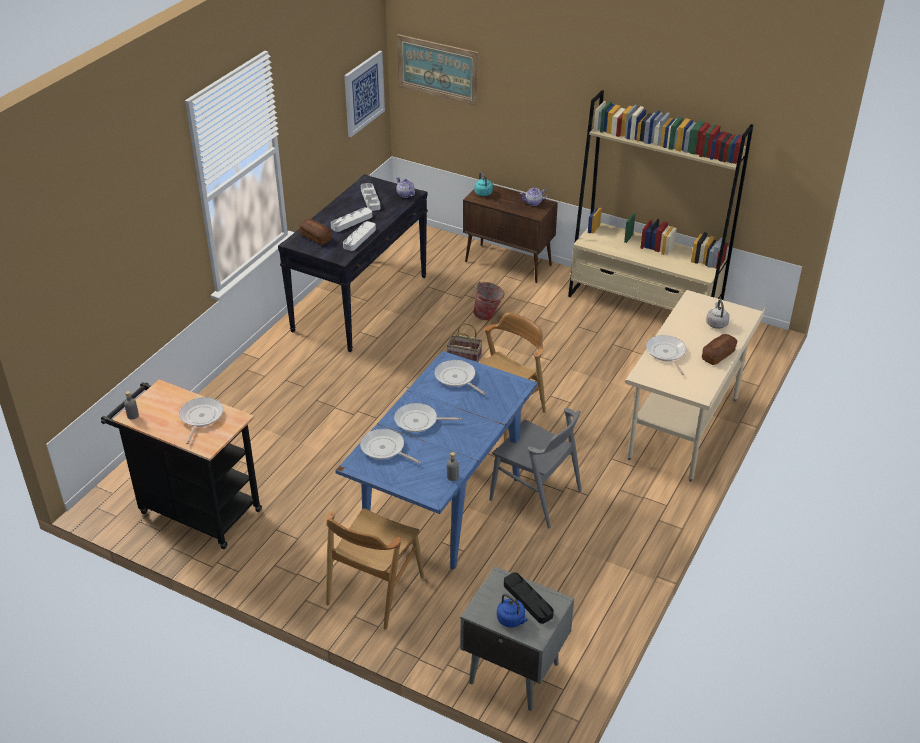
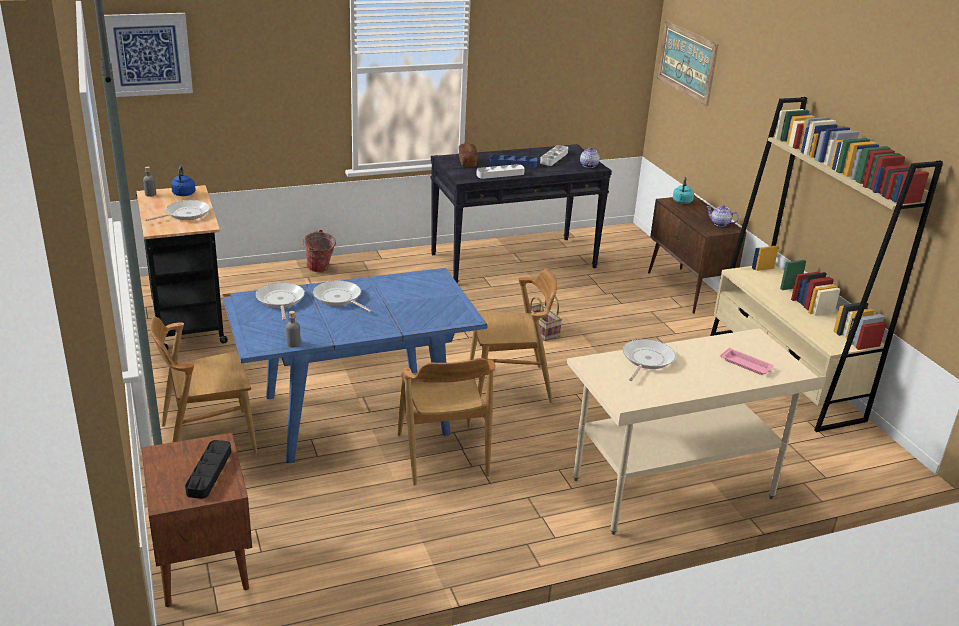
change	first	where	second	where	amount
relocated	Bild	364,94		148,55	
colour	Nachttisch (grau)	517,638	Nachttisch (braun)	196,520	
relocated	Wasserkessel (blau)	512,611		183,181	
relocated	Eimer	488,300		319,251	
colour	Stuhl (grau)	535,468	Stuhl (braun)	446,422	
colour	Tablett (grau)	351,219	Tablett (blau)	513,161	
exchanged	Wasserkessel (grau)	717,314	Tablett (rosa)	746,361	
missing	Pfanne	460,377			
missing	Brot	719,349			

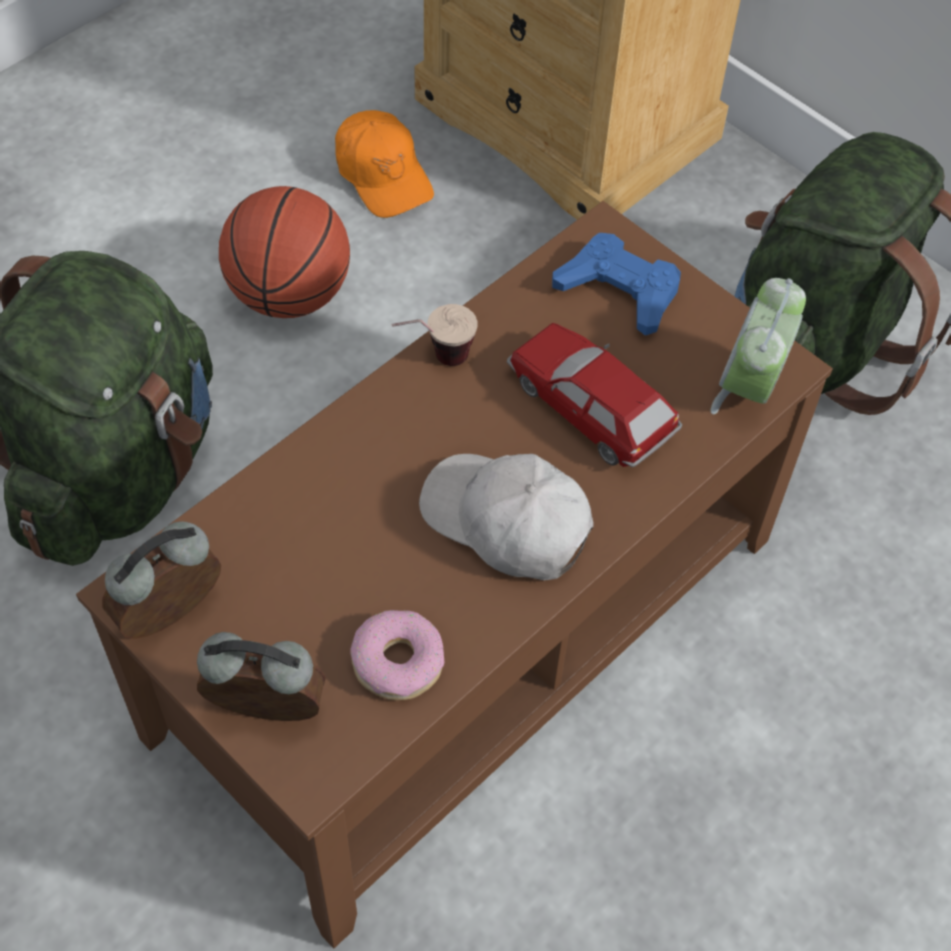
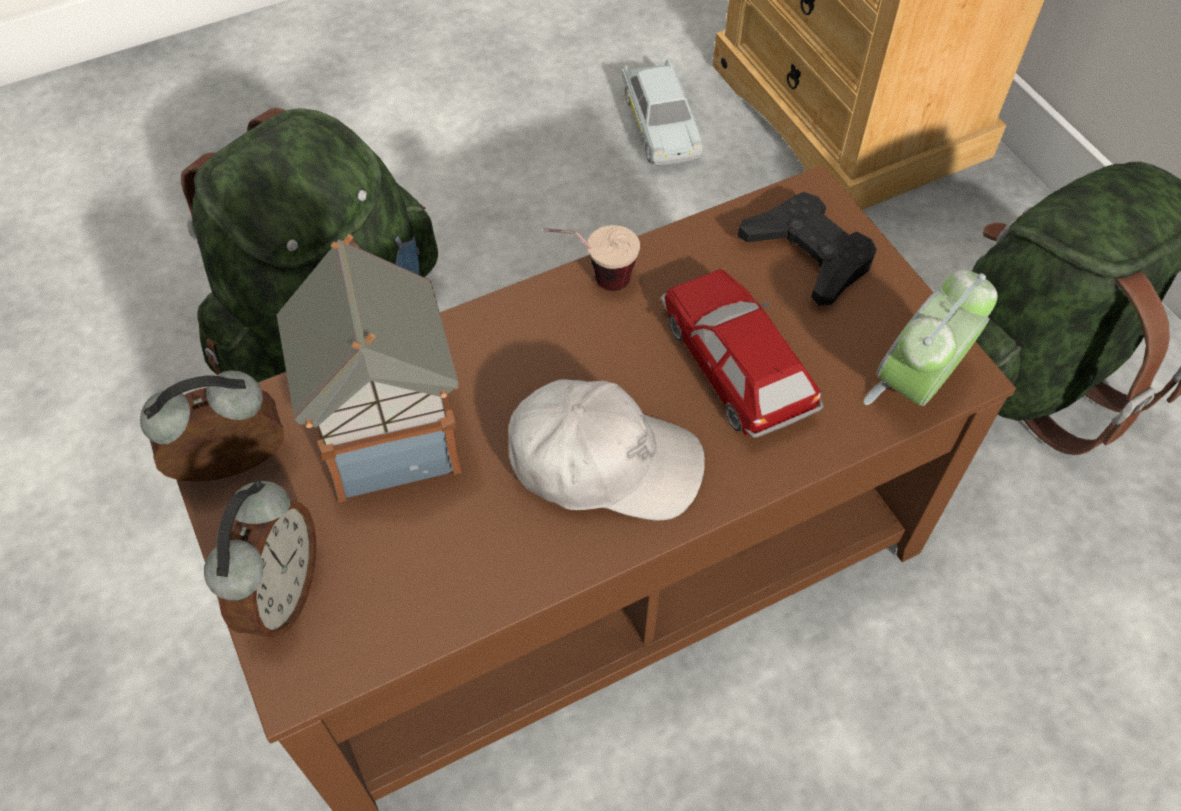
change	first	where	second	where	amount
spun	Wecker	261,676		260,558	75 degrees clockwise
appeared			Spielzeughaus	369,368	
spun	Kappe (weiß)	506,517		606,449	135 degrees clockwise
exchanged	Kappe (orange)	384,164	Spielzeugauto (weiß)	662,112	
colour	Gamepad (blau)	616,284	Gamepad (schwarz)	807,249	
missing	Basketball	284,252			
missing	Donut	397,655			

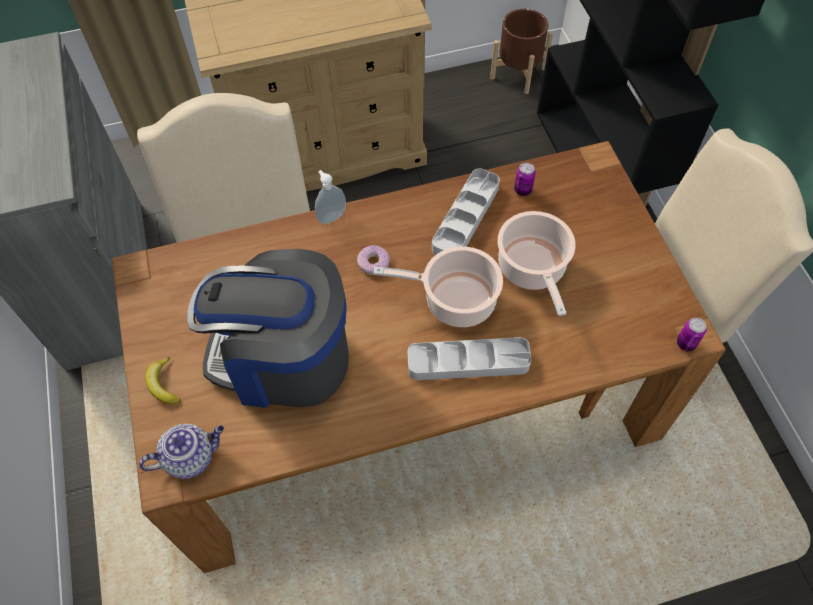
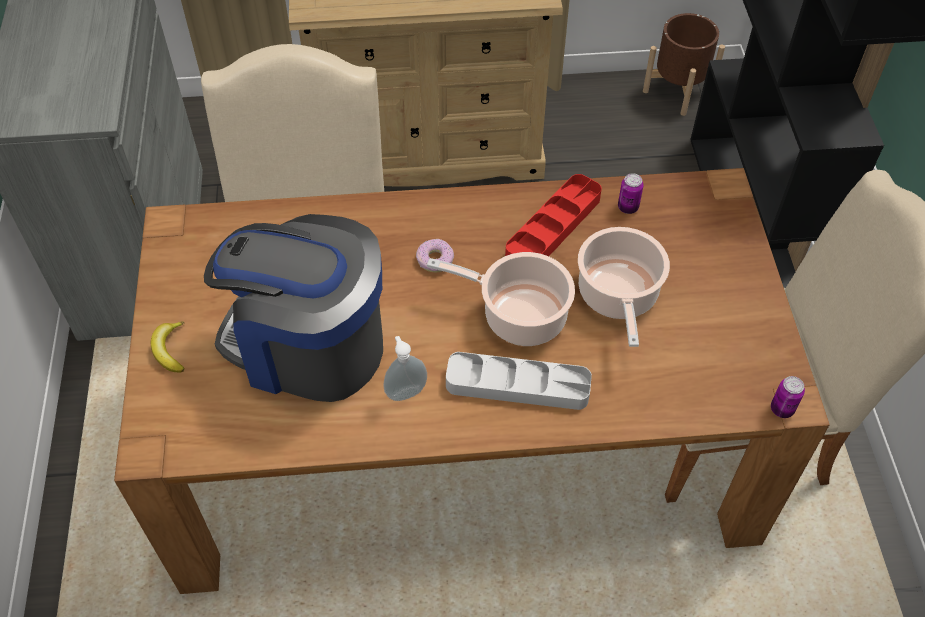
change	first	where	second	where	amount
relocated	Seifenspender	330,197		405,368	
colour	Tablett (grau)	466,211	Tablett (rot)	553,215	
missing	Teekanne	181,451			

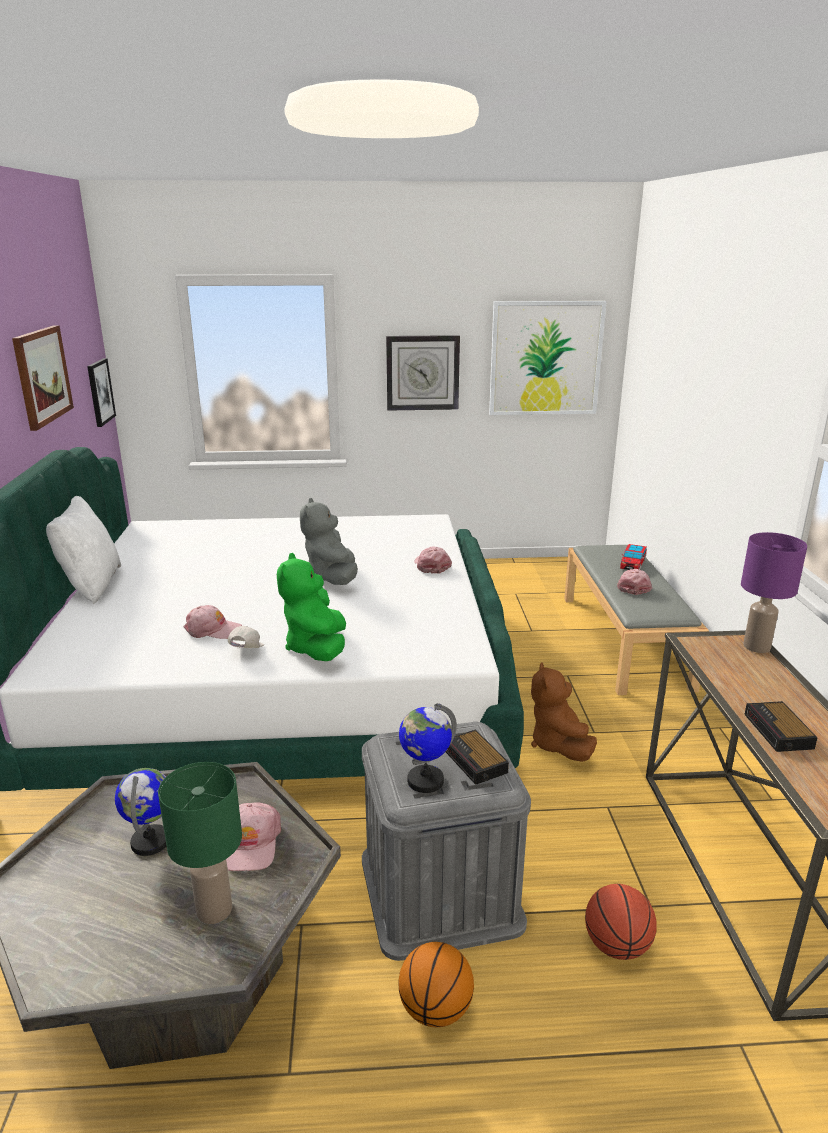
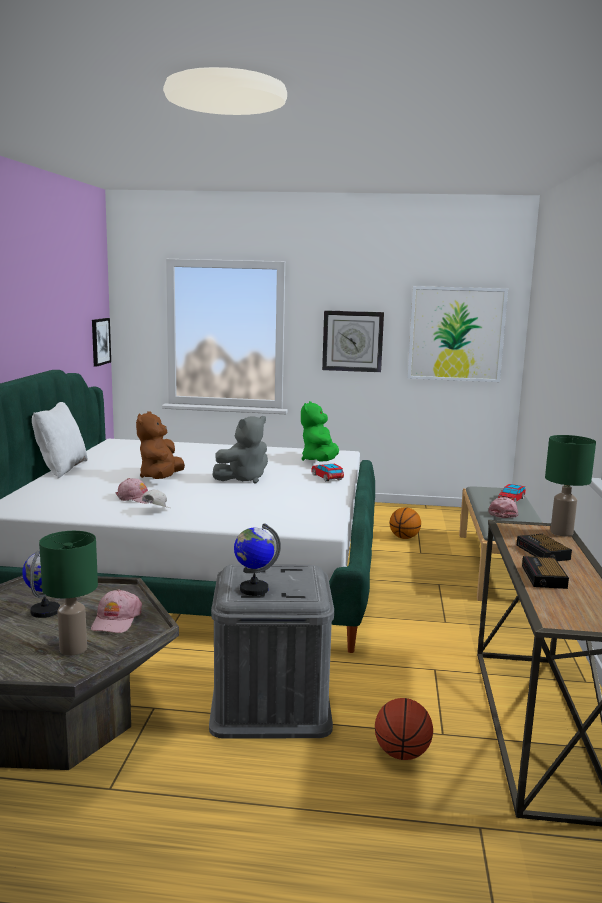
change	first	where	second	where	amount
relocated	Plüschtier (braun)	564,712		160,445	
spun	Plüschtier (grau)	329,541		240,450	135 degrees counterclockwise
relocated	Plüschtier (grün)	311,607		320,431	
exchanged	Kappe (rosa)	433,560	Spielzeugauto	327,472	
relocated	Basketball	436,985		405,523	
relocated	Wecker	477,757		544,547	
colour	Tischlampe (lila)	774,592	Tischlampe (grün)	570,485	
missing	Bild	43,378			

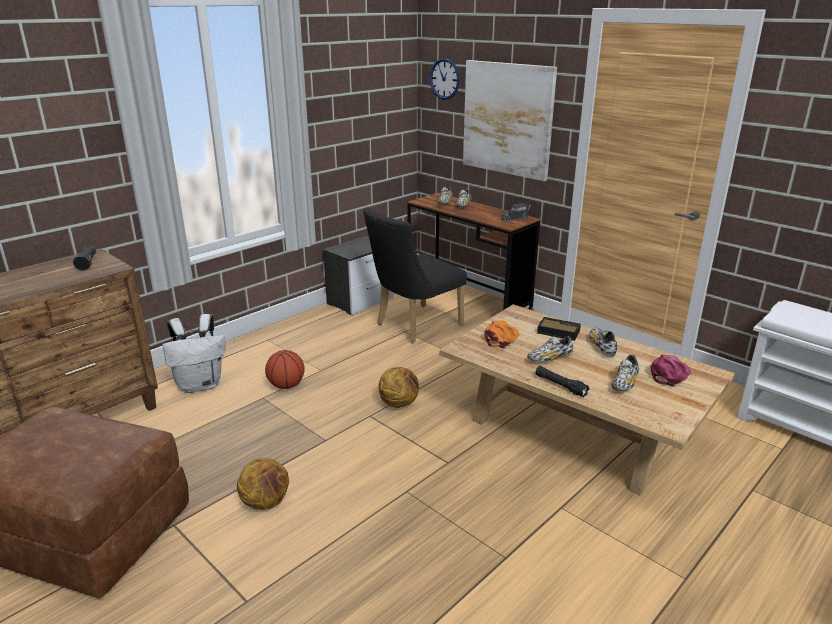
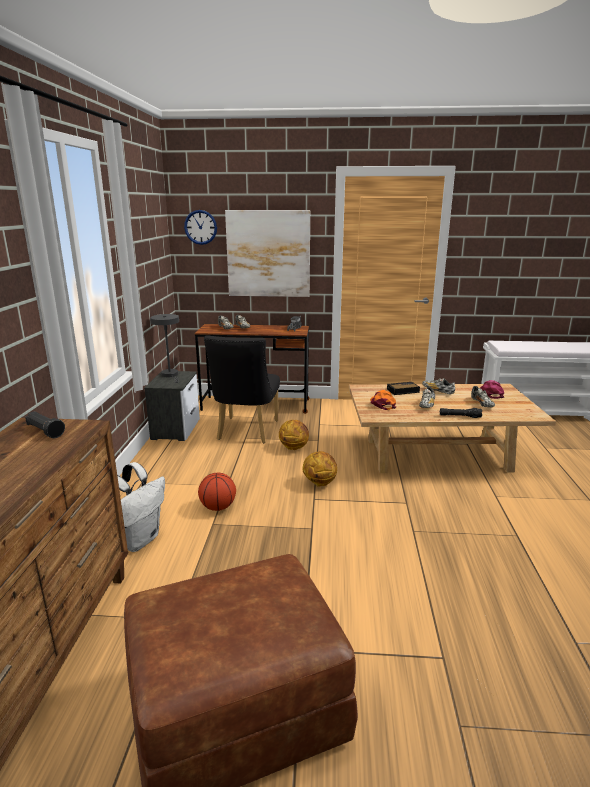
change	first	where	second	where	amount
appeared			Tischlampe (grau)	164,348	
relocated	Basketball	263,484		294,435	

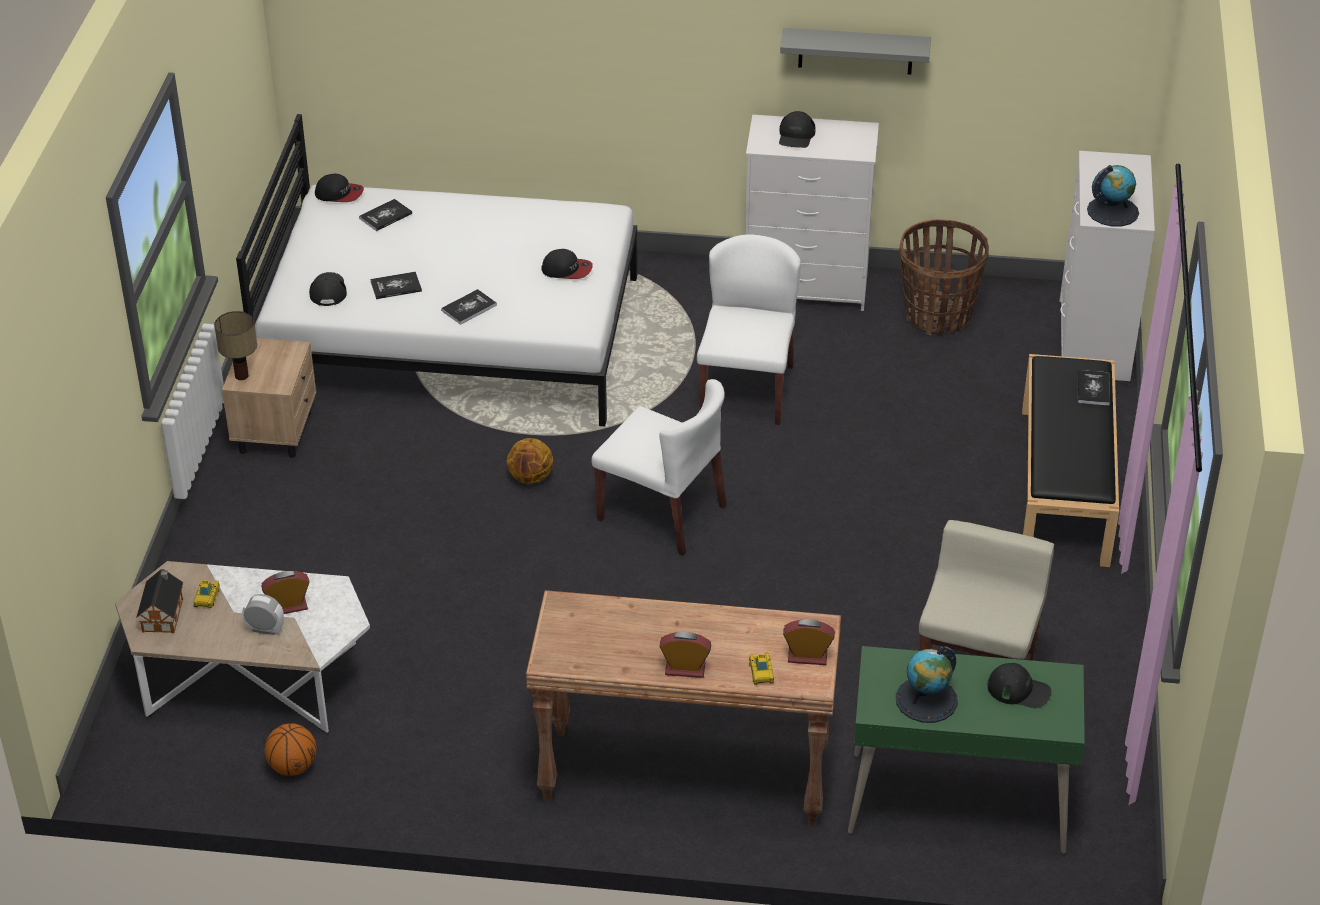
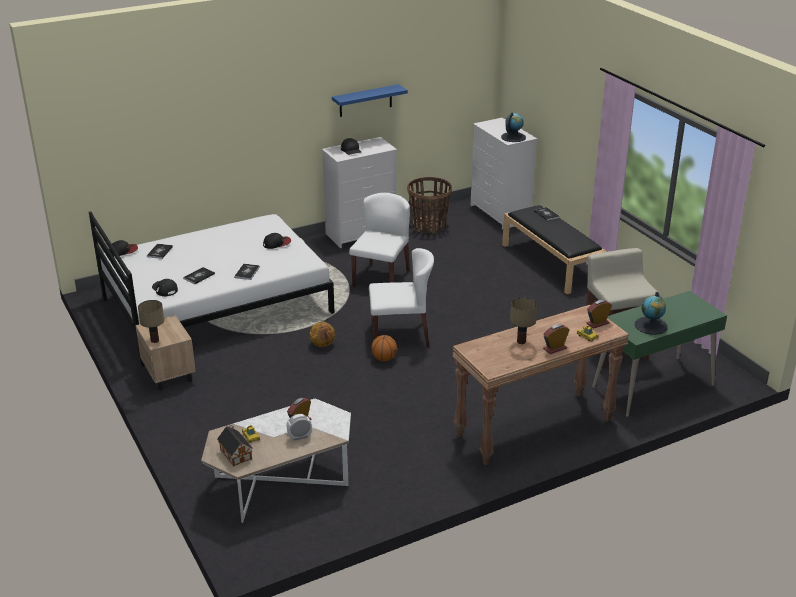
change	first	where	second	where	amount
colour	Wandregal (grau)	855,51	Wandregal (blau)	370,100	
spun	Stuhl (weiß)	749,329		379,240	45 degrees clockwise
relocated	Basketball	290,750		384,348	
appeared			Tischlampe	523,320	
missing	Kappe (schwarz)	1019,685			

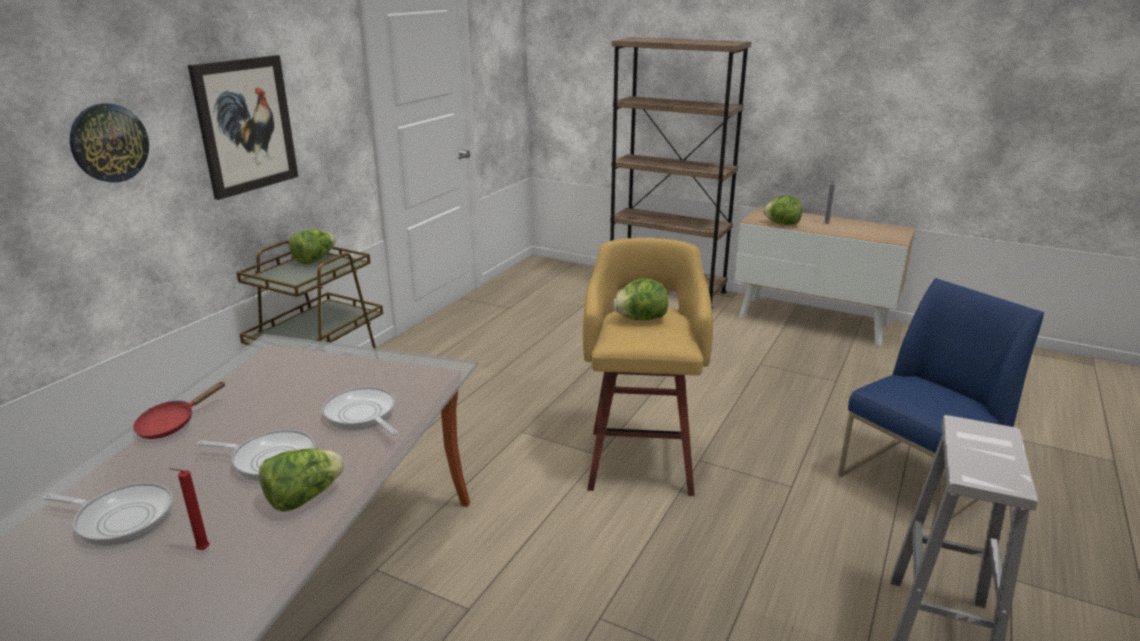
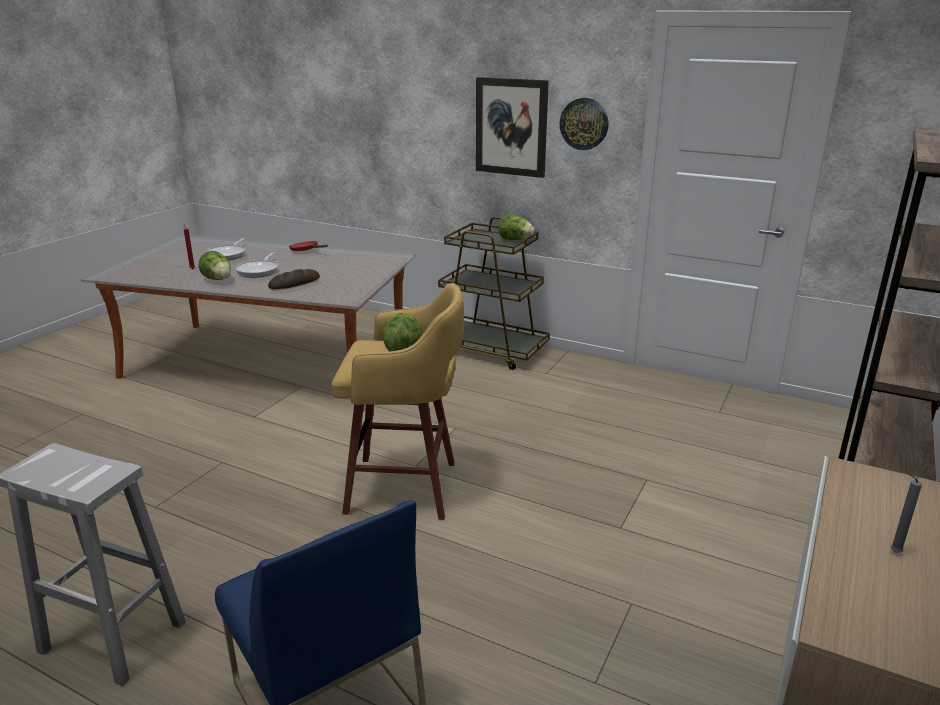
change	first	where	second	where	amount
exchanged	Pfanne	360,411	Brot	294,279	
relocated	Wanduhr	109,143		584,124	
missing	Salatkopf	783,210			

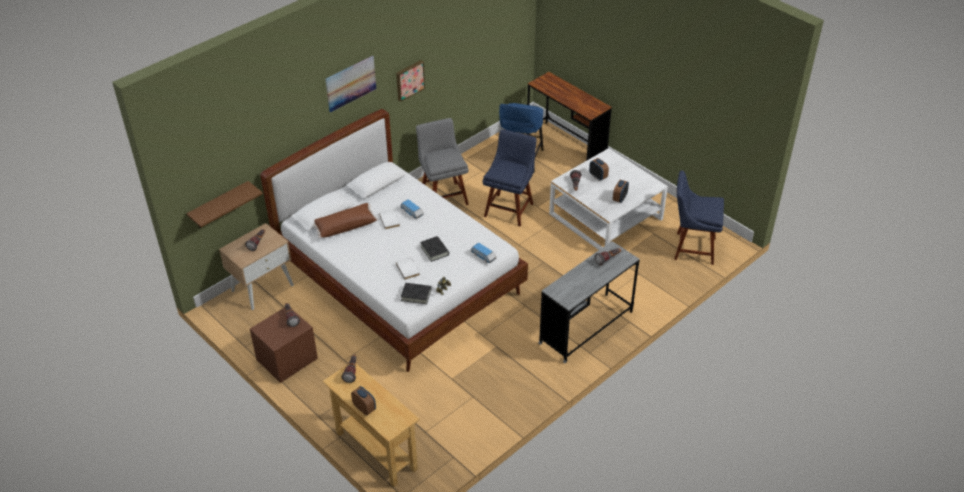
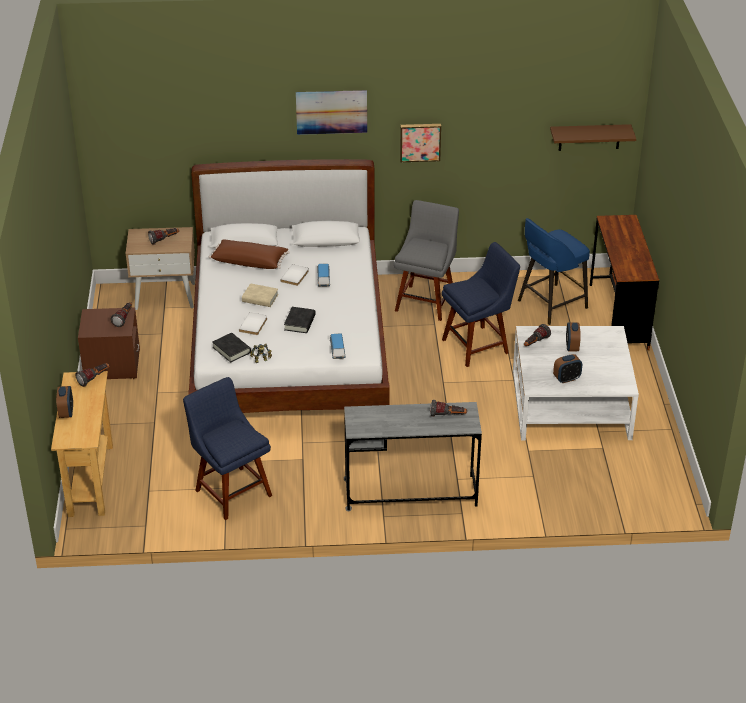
change	first	where	second	where	amount
relocated	Stuhl (blau)	699,218		227,448	
appeared			Buch (beige)	260,295	
relocated	Wandregal (braun)	225,204		593,137	

